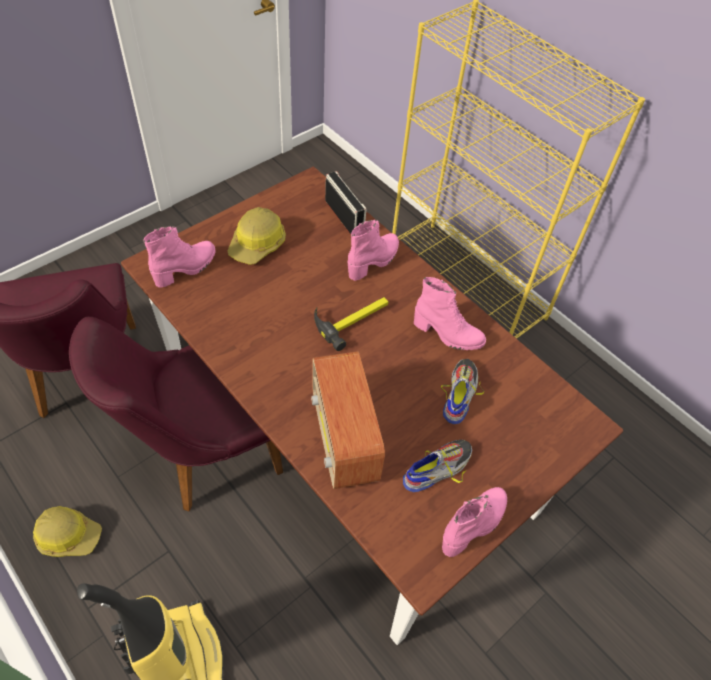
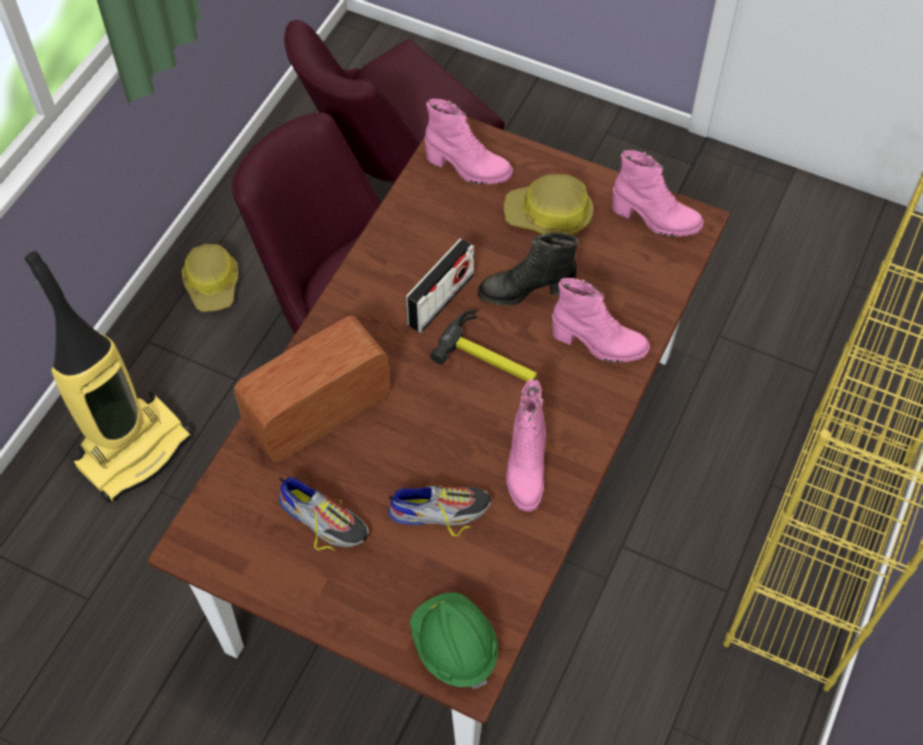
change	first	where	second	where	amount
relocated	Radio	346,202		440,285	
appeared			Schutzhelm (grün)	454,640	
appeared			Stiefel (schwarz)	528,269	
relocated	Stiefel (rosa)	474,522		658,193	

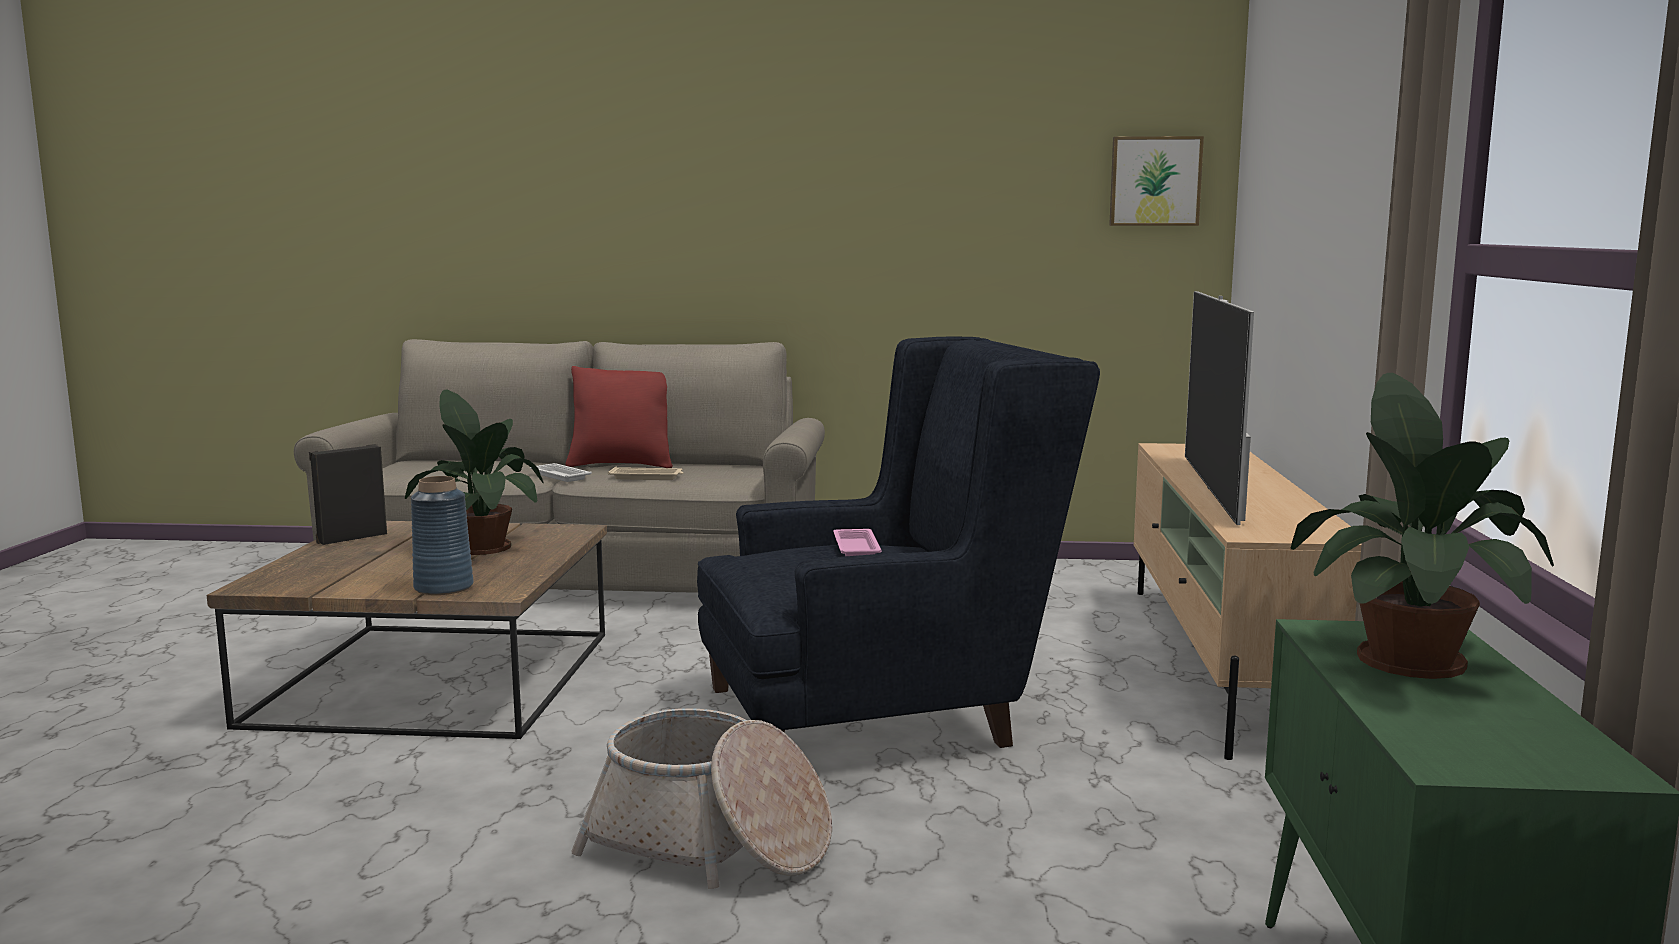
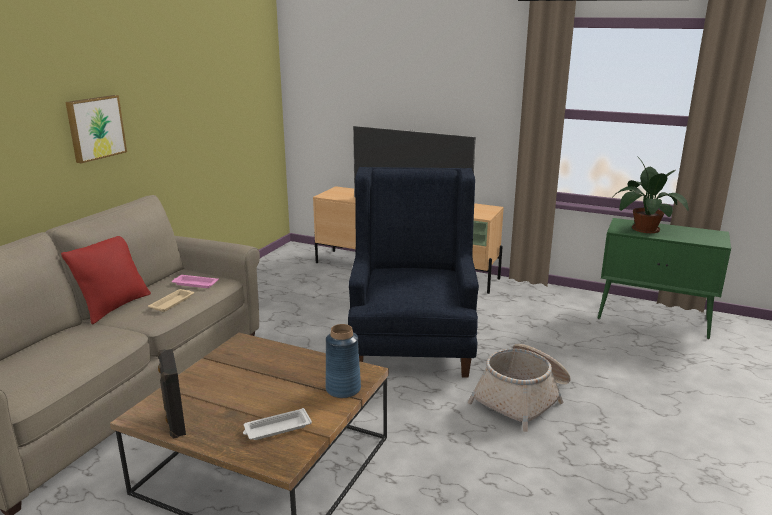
change	first	where	second	where	amount
relocated	Bild	1156,181		96,129	
relocated	Tablett (rosa)	857,542		195,281	
relocated	Tablett (weiß)	561,472		277,424	
missing	Topfpflanze	474,472			

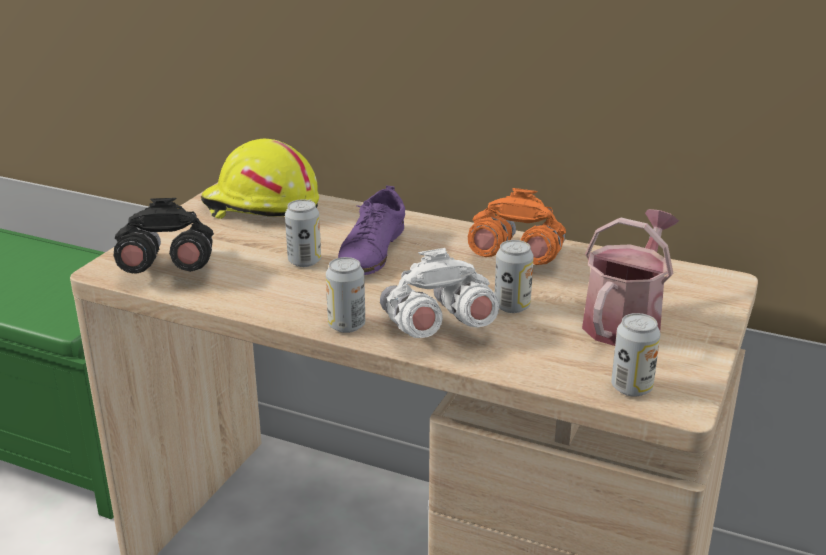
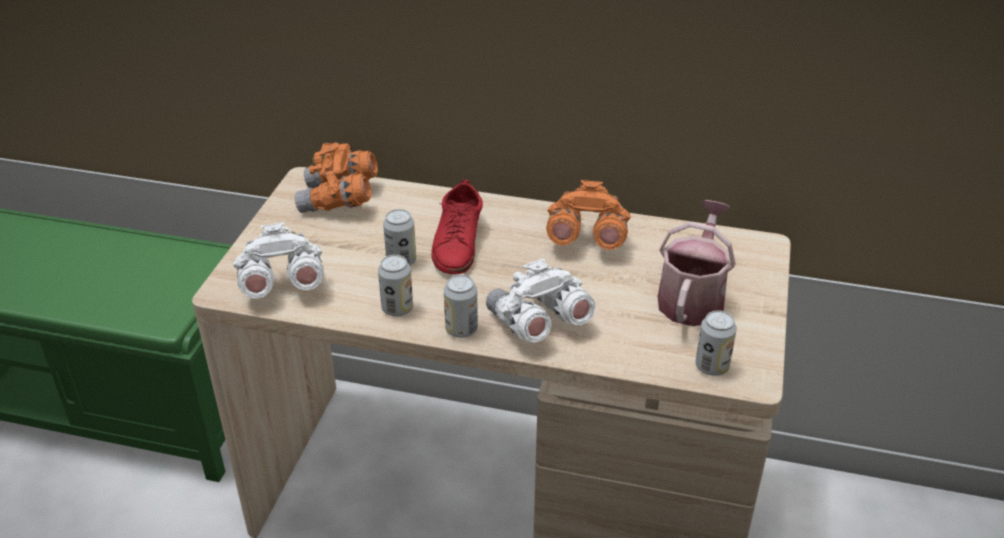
change	first	where	second	where	amount
colour	Fernglas (schwarz)	164,236	Fernglas (weiß)	278,260	
exchanged	Schutzhelm (gelb)	260,179	Fernglas (orange)	336,177	
relocated	Dose	514,276		395,286	
colour	Schuh (lila)	371,230	Schuh (rot)	457,227	

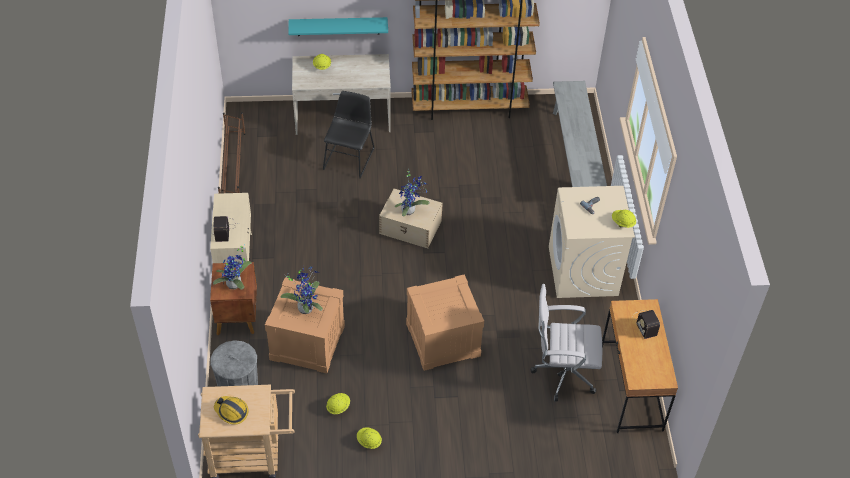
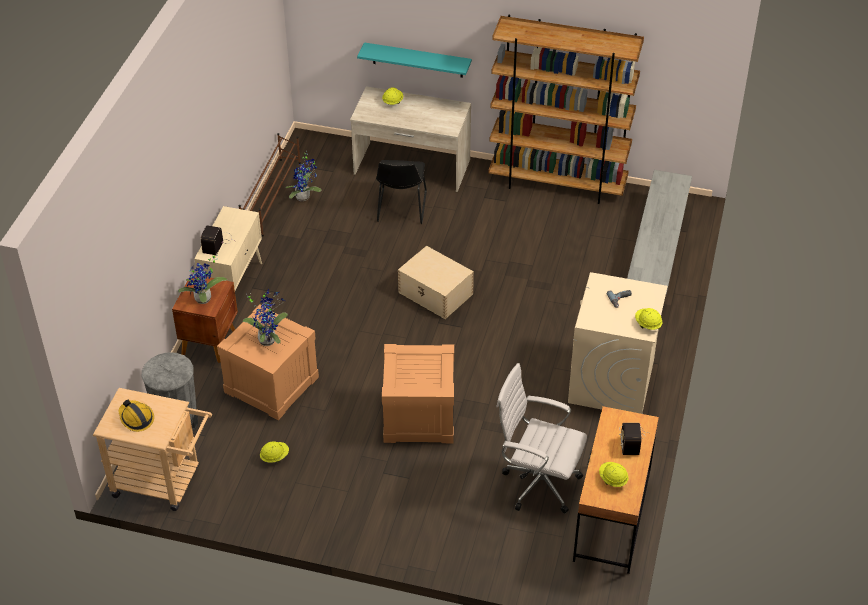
change	first	where	second	where	amount
relocated	Topfpflanze	412,194		303,176	
spun	Stuhl (schwarz)	349,135		401,192	150 degrees clockwise
relocated	Schutzhelm (gelb)	369,438		614,474	

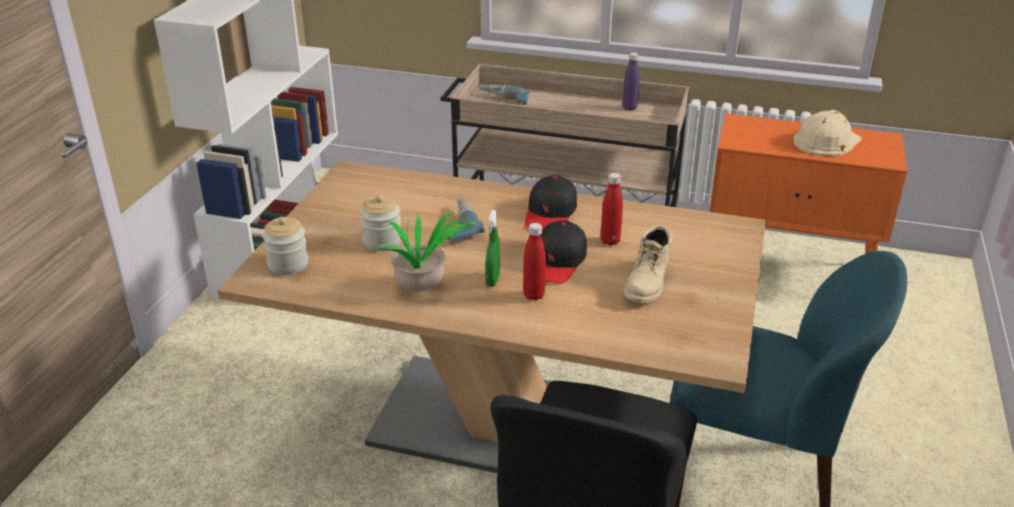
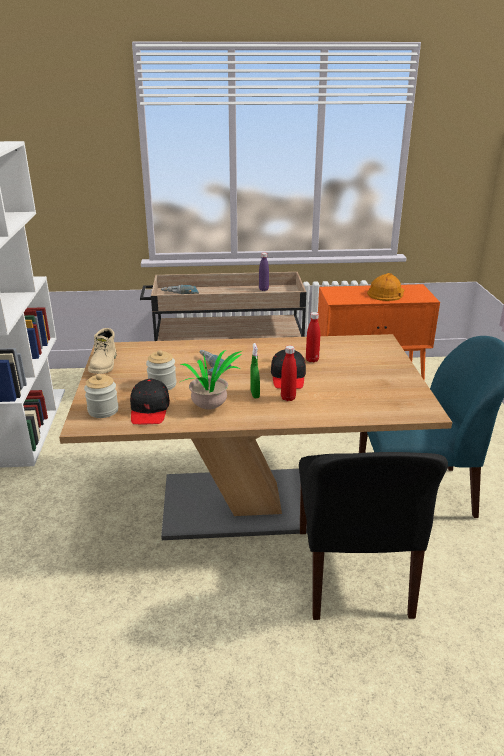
change	first	where	second	where	amount
relocated	Stiefel (beige)	648,264		102,351	
relocated	Kappe (schwarz)	551,202		150,401	
colour	Schutzhelm (beige)	827,133	Schutzhelm (orange)	385,287	

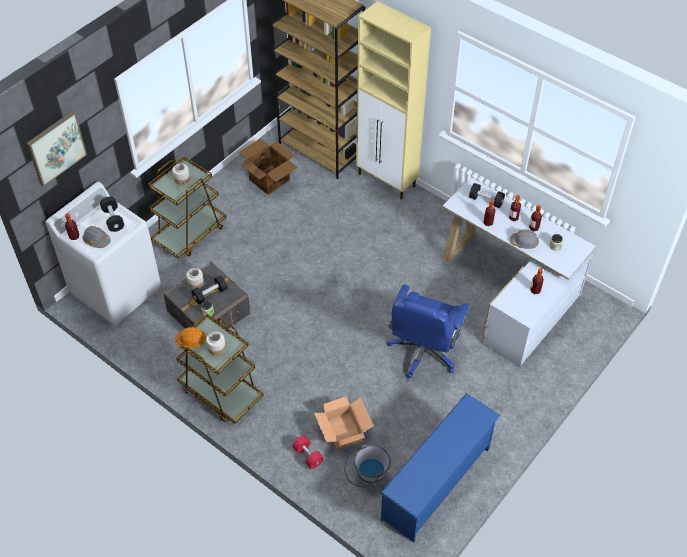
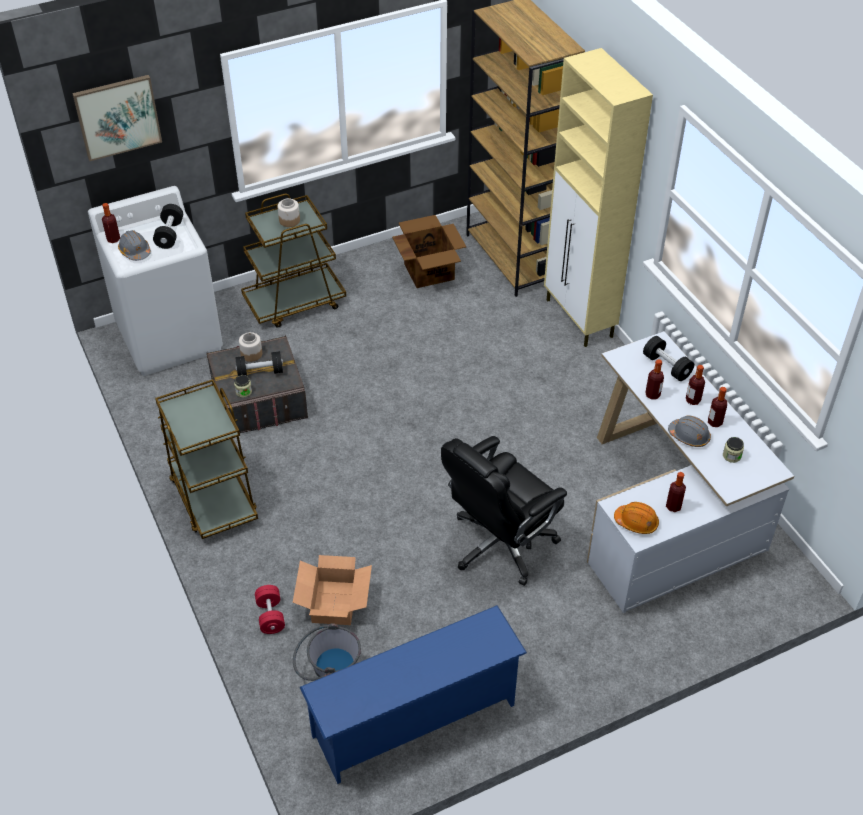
change	first	where	second	where	amount
colour	Bürostuhl (blau)	427,331	Bürostuhl (schwarz)	504,511	
relocated	Schutzhelm (orange)	190,337		636,518	
missing	Vorratsglas	216,344			

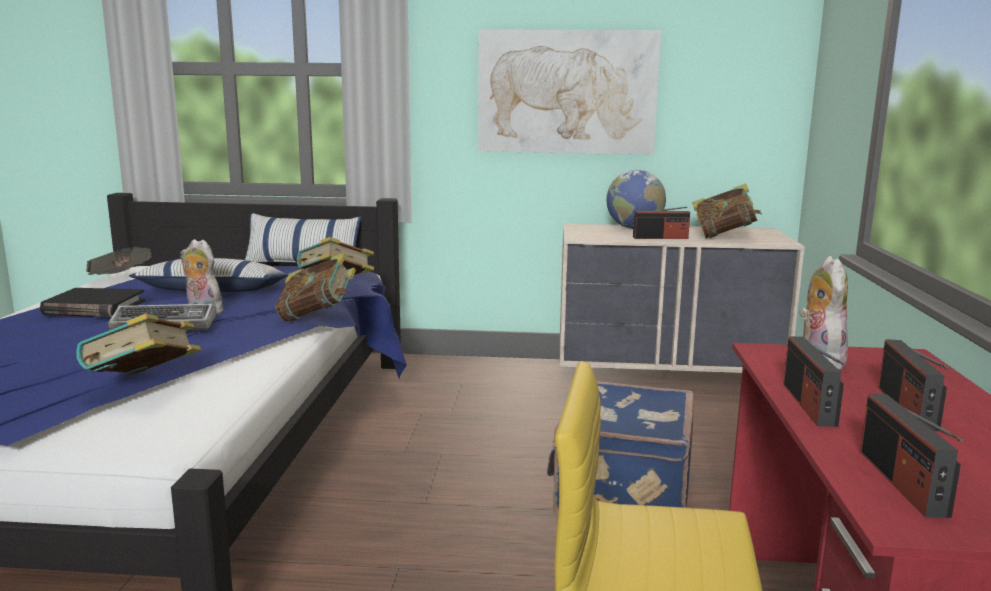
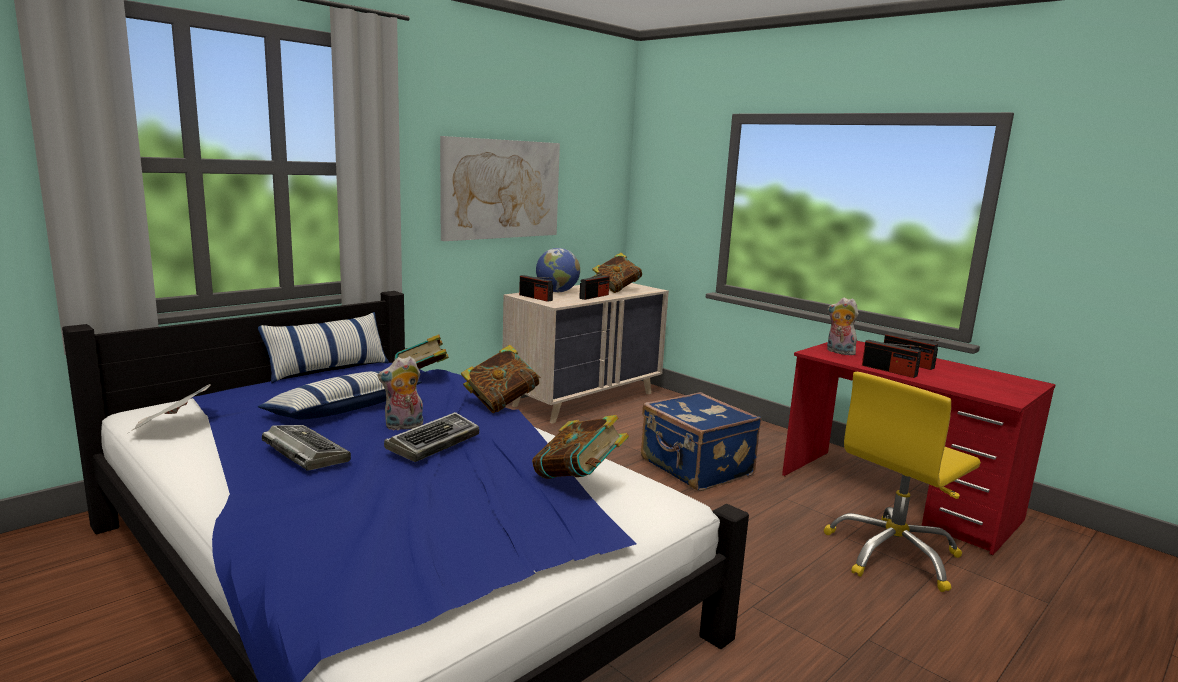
change	first	where	second	where	amount
exchanged	Buch (schwarz)	92,302	Tastatur	306,448	
relocated	Radio	911,456		536,288	

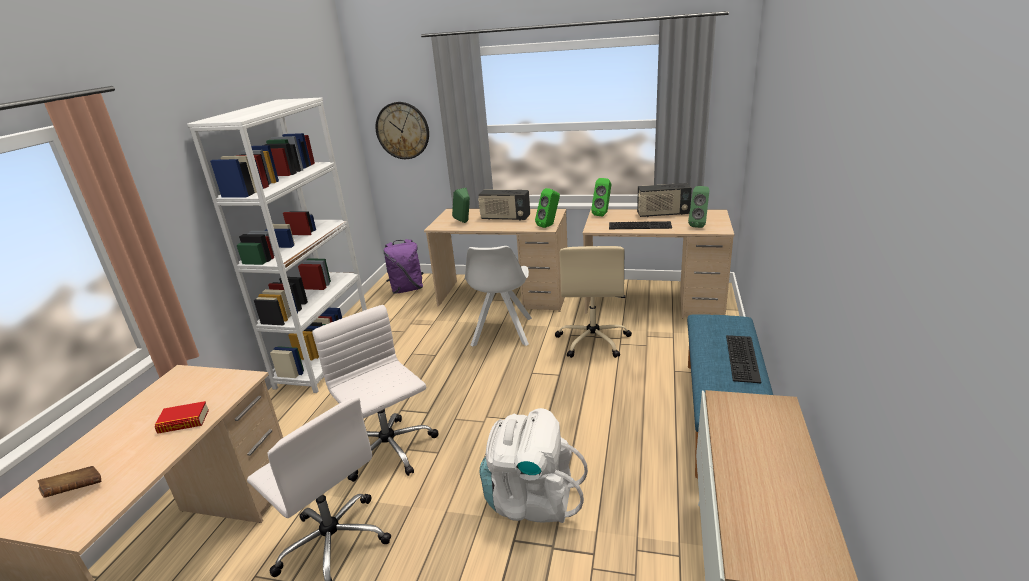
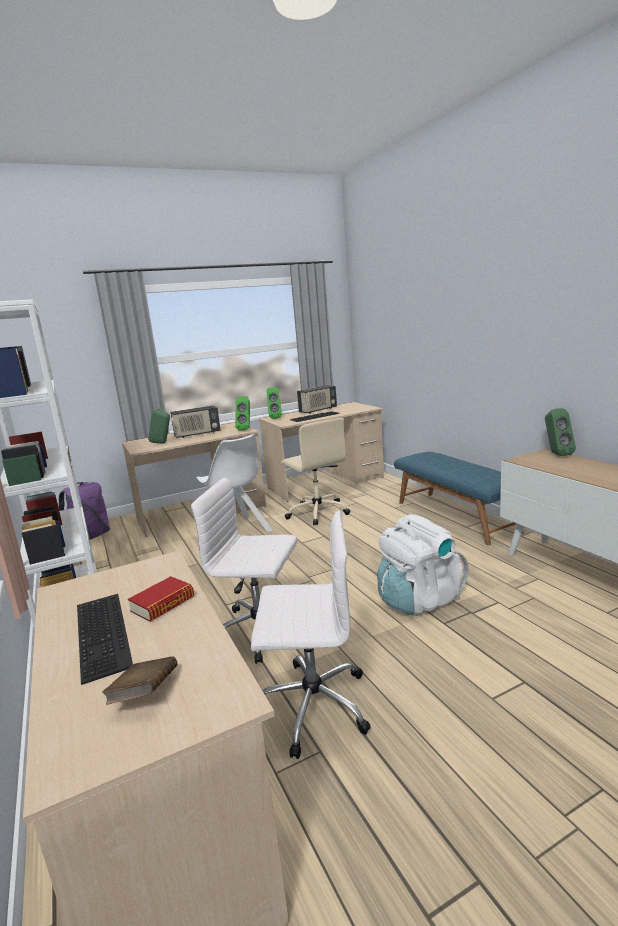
change	first	where	second	where	amount
relocated	Tastatur	743,359		105,639	
relocated	Lautsprecher (grün)	698,207		560,432	
missing	Wanduhr	402,130			

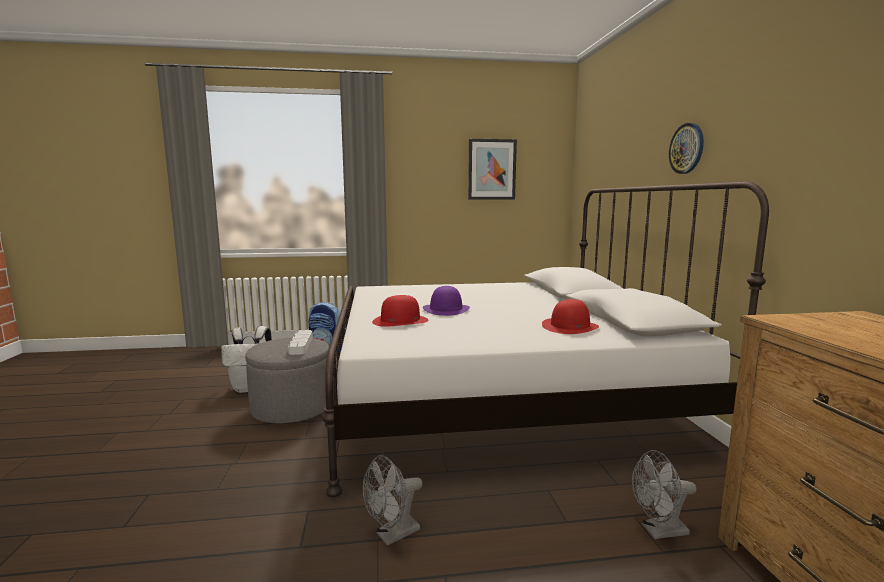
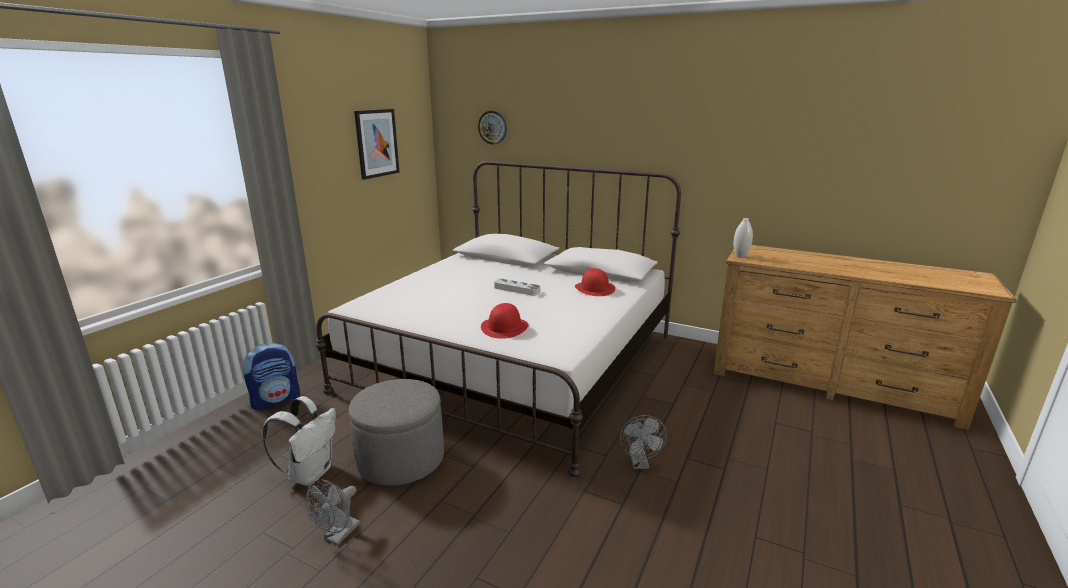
change	first	where	second	where	amount
relocated	Ventilator (grau)	664,494		333,512	
relocated	Wanduhr	686,148		492,127	
relocated	Tablett (grau)	300,342		517,287	
appeared			Vase (weiß)	743,237	
missing	Hut (lila)	446,301			

